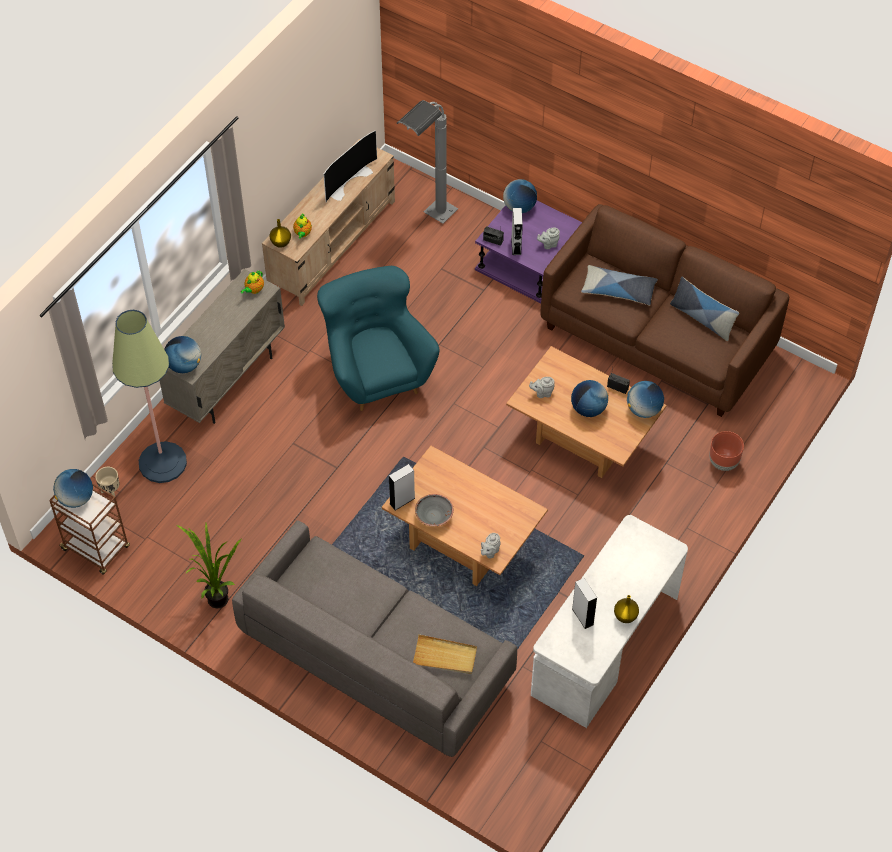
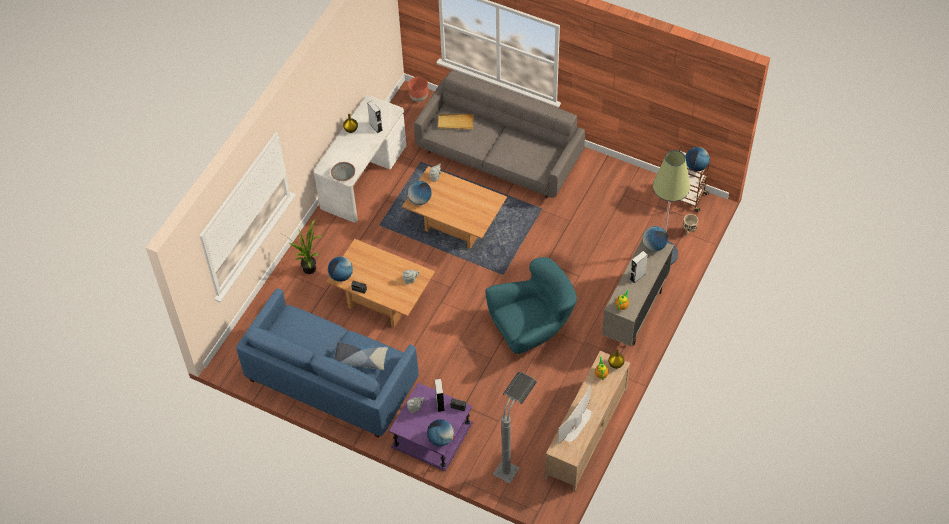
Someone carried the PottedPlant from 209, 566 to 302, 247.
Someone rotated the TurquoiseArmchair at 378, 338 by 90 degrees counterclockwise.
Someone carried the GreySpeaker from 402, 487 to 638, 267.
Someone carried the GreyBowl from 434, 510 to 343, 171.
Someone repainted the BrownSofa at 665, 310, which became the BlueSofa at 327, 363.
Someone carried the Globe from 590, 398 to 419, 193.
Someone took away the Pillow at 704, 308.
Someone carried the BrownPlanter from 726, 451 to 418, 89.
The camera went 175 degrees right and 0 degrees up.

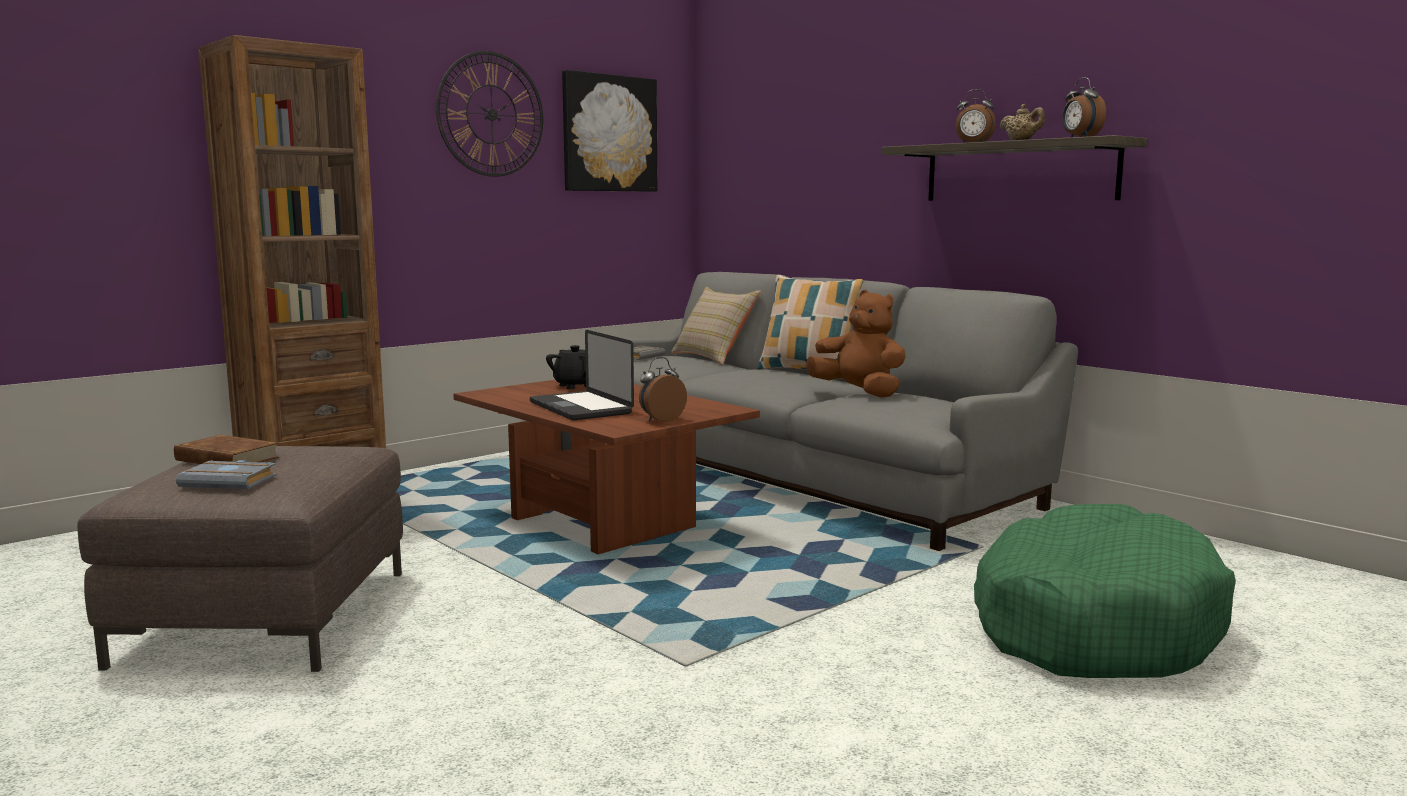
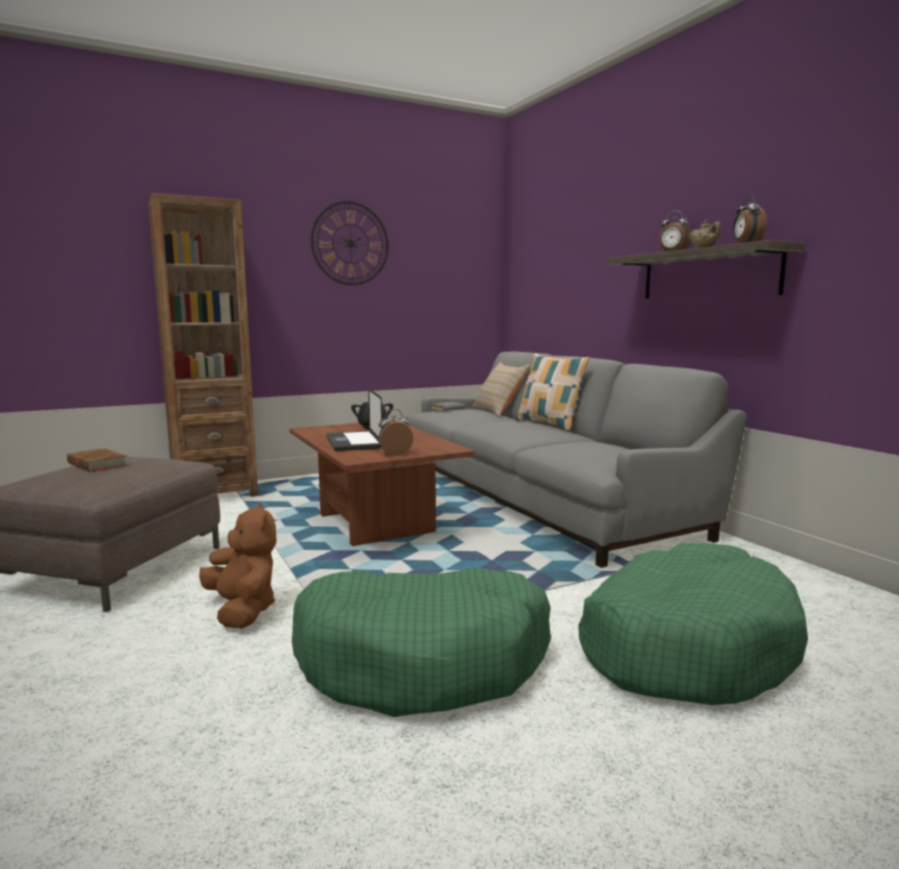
Someone took away the GreyBook at 226, 474.
Someone took away the Picture at 610, 131.
Someone carried the BrownPlushToy from 856, 344 to 238, 565.
Someone put down the GreenDogBed at 421, 642.
The camera went 15 degrees right and 0 degrees up.

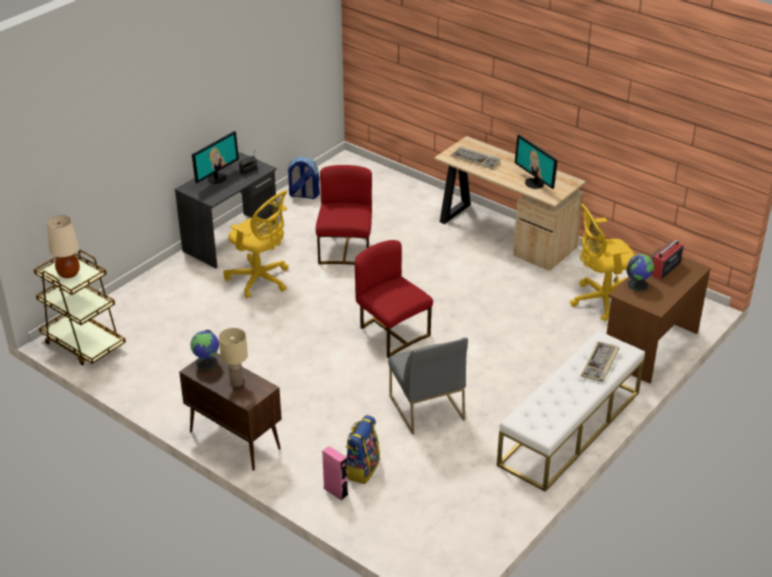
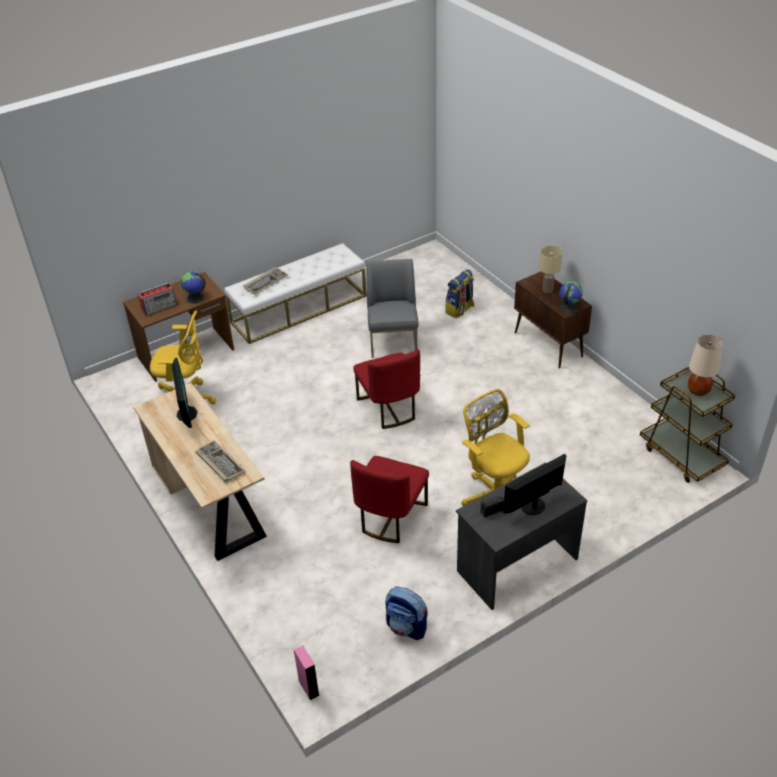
Someone carried the PinkSpeaker from 335, 473 to 306, 673.
The camera went 160 degrees left and 5 degrees up.

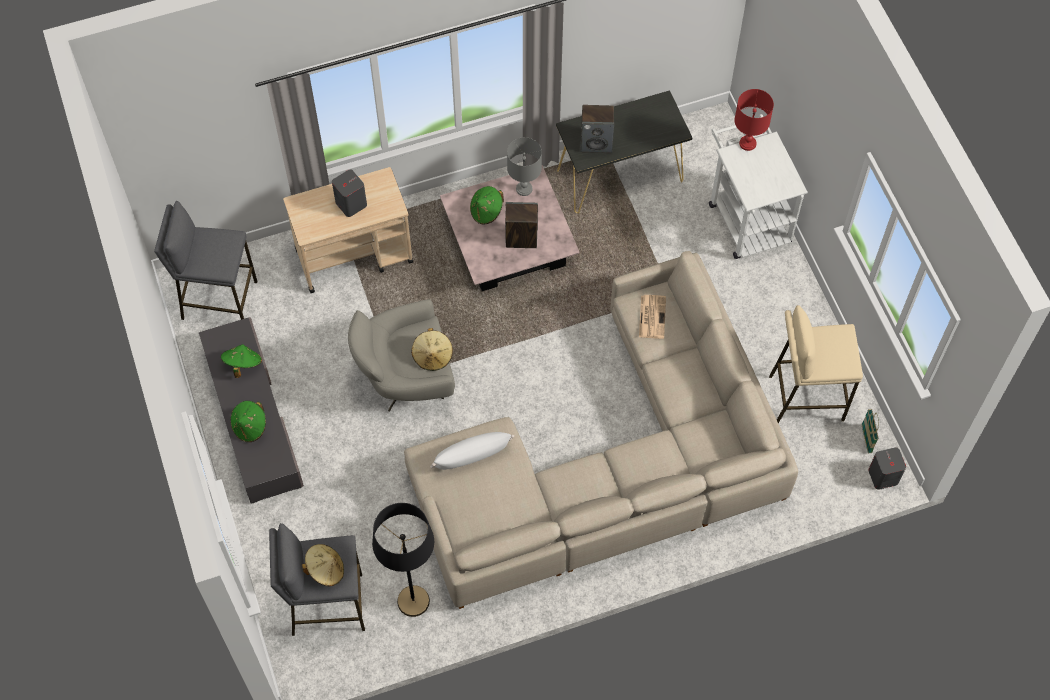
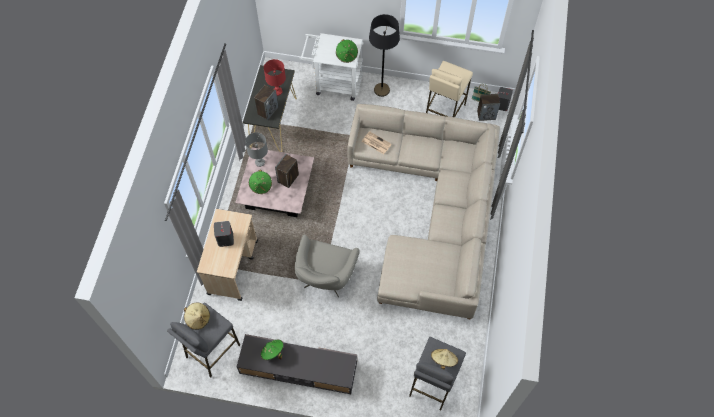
Someone carried the GreenHat from 248, 421 to 347, 51.
Someone carried the BlackFloorLamp from 403, 560 to 384, 55.
Someone carried the BeigeHat from 432, 349 to 197, 316.
Someone took away the WhitePillow at 472, 451.
Someone carried the RedTableLamp from 754, 120 to 275, 77.
Someone put down the Speaker at 488, 107.
The camera went 60 degrees left and 0 degrees up.

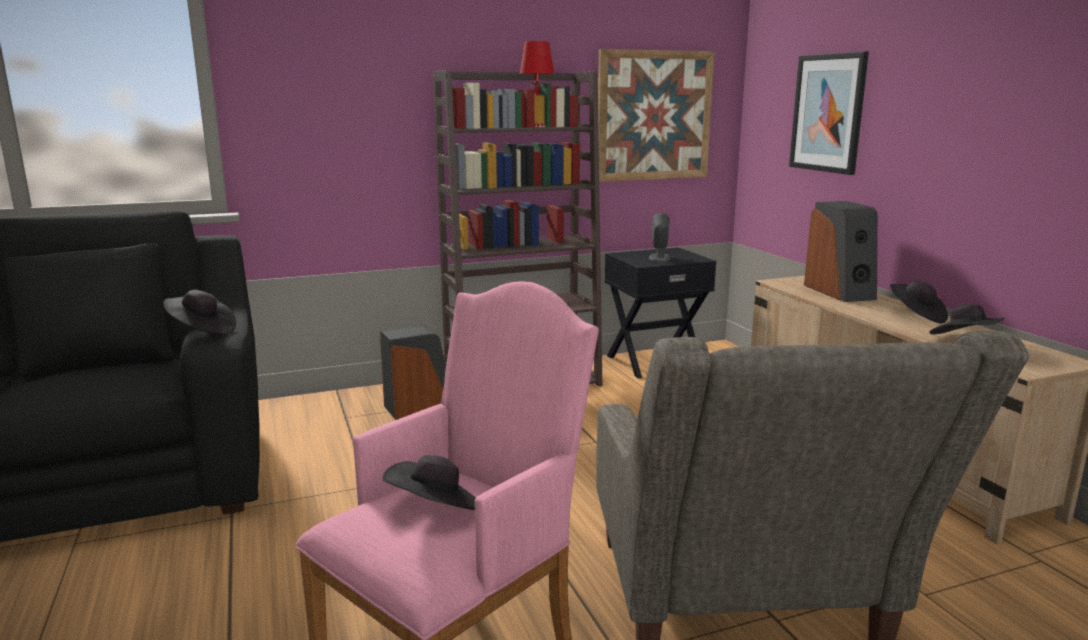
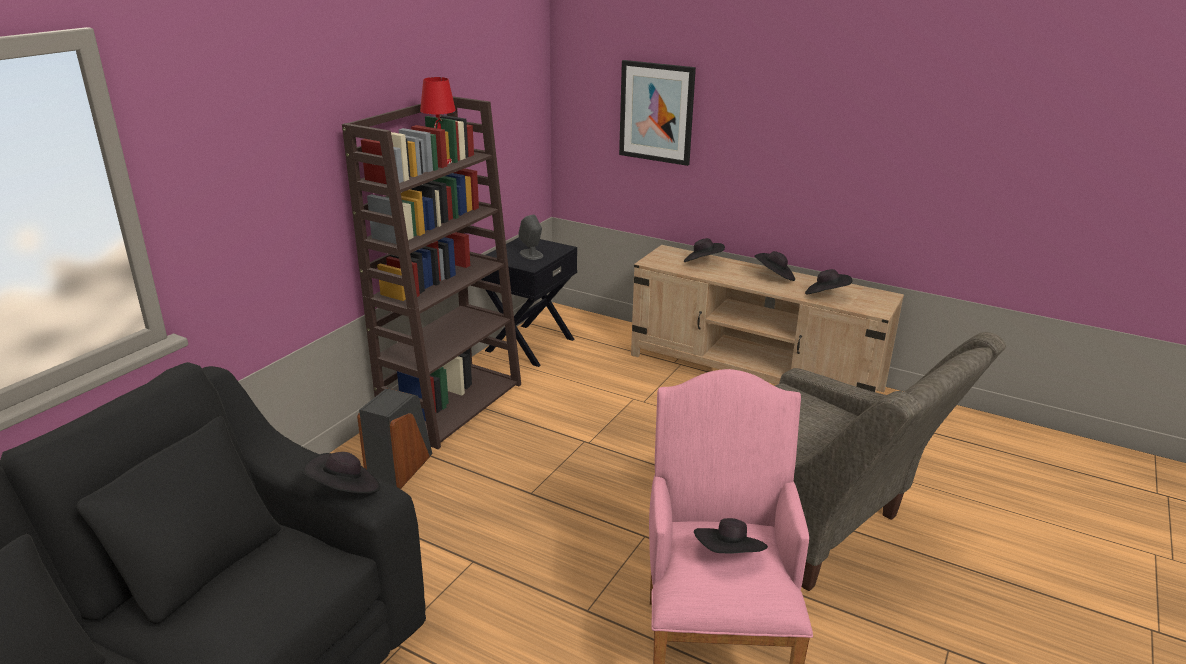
Someone took away the Picture at 656, 115.
Someone swapped the Speaker at 841, 251 for the BlackHat at 704, 250.
The camera went 40 degrees left and 10 degrees up.

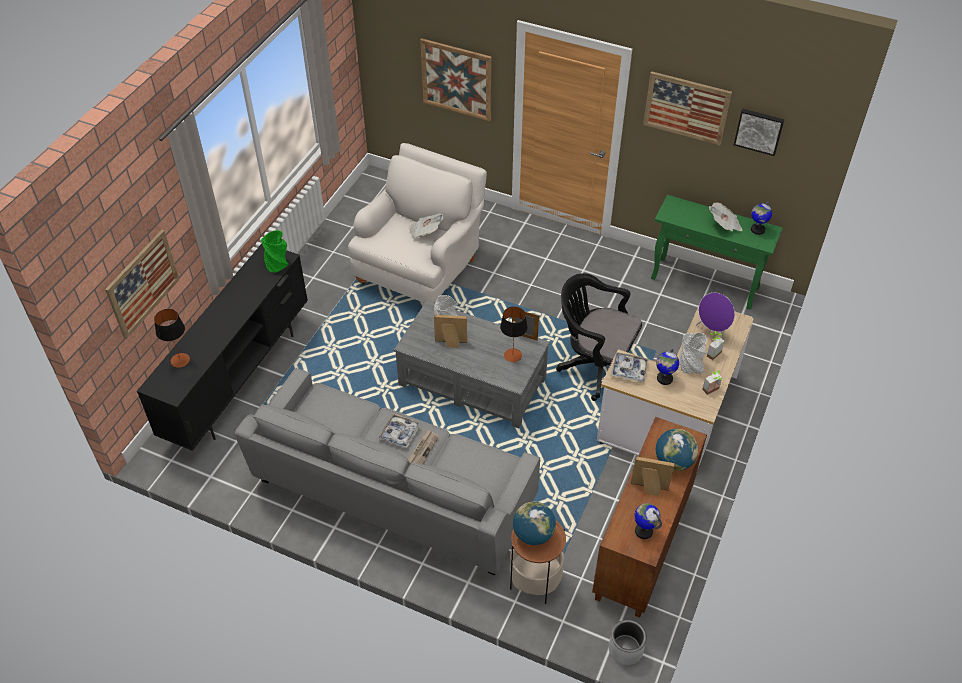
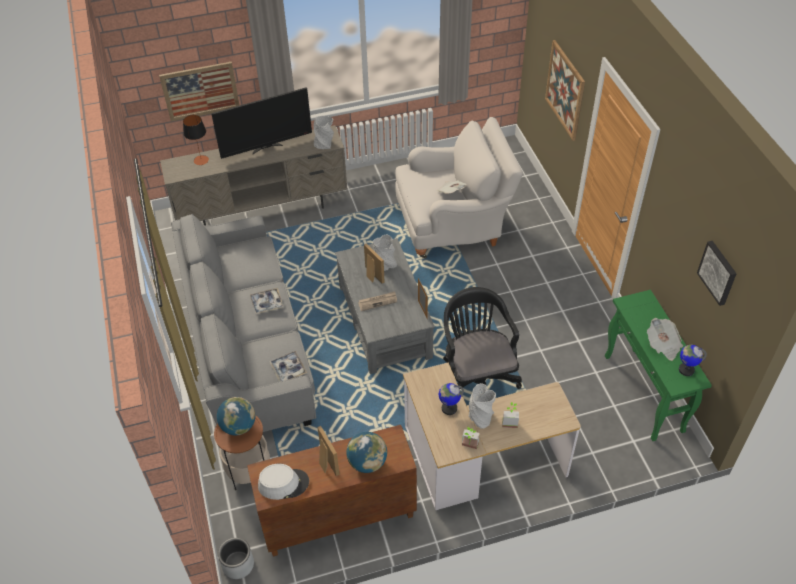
Someone repainted the BlackTvStand at 222, 347, which became the BeigeTvStand at 254, 175.
Someone repainted the GreenVase at 275, 251, which became the GreyVase at 324, 132.
Someone carried the Newspaper from 423, 446 to 377, 301.
Someone took away the TableLamp at 514, 334.
Someone carried the Tray from 630, 367 to 288, 366.
Someone swapped the Globe at 648, 521 for the WhiteHat at 283, 482.
Someone took away the Picture at 687, 108.
Someone took away the PurpleSpeaker at 715, 318.
Someone put down the Television at 261, 123.
The camera went 50 degrees right and 0 degrees up.

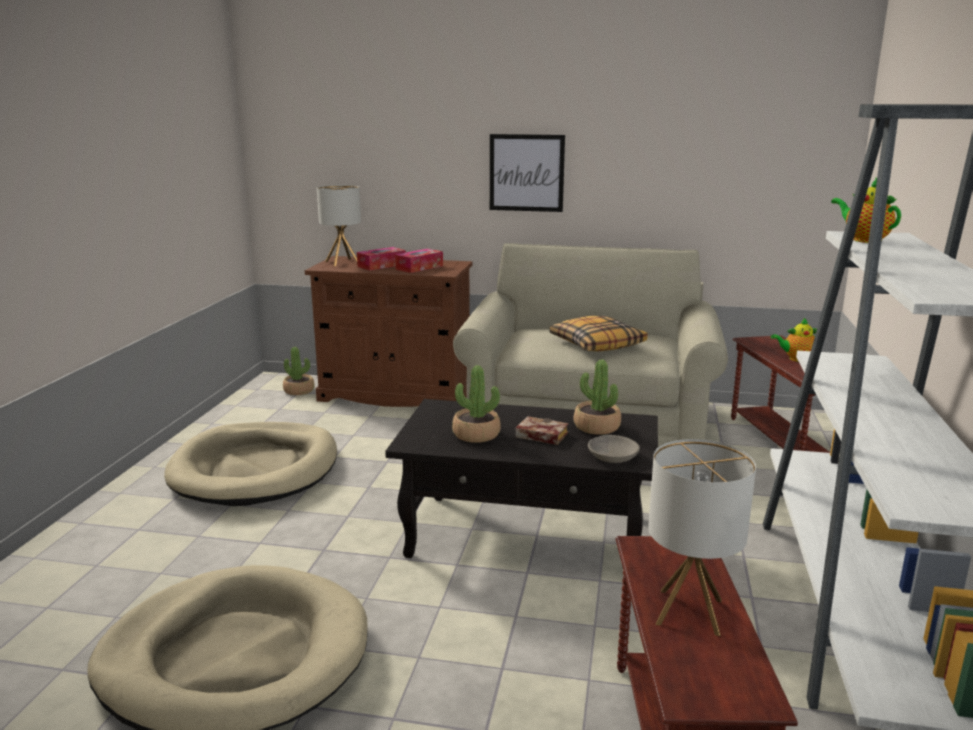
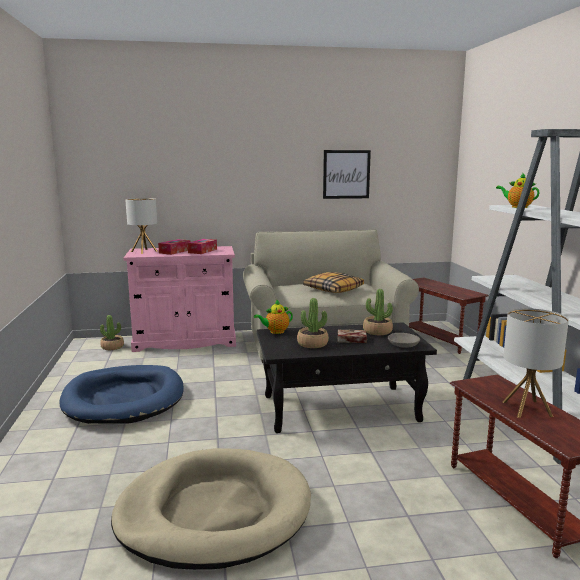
Someone repainted the BeigeDogBed at 250, 464, which became the BlueDogBed at 121, 394.
Someone repainted the BrownCabinet at 389, 331, which became the PinkCabinet at 180, 299.
Someone carried the Picture from 527, 173 to 347, 174.
Someone carried the Teapot from 794, 340 to 273, 316.
The camera went 20 degrees left and 5 degrees down.

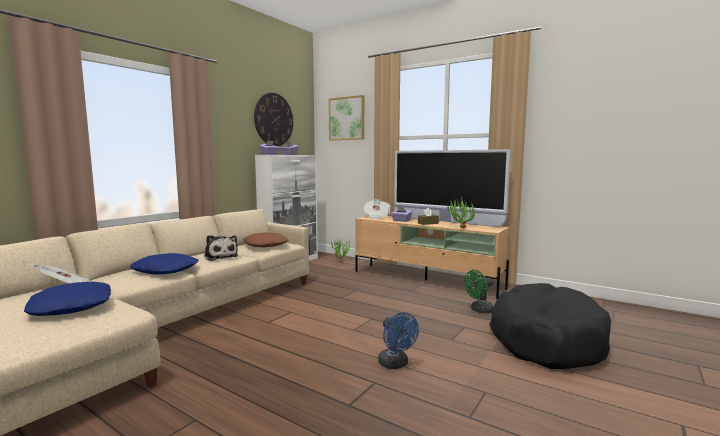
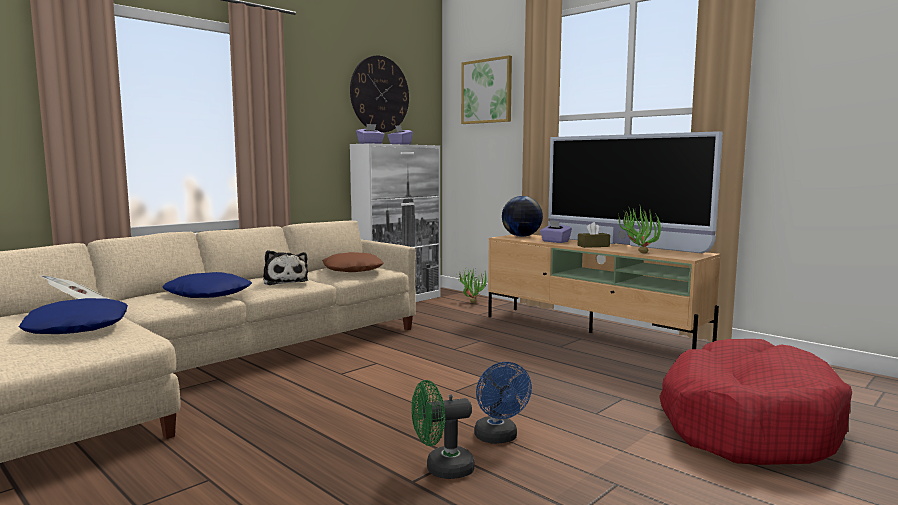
Someone swapped the Newspaper at 377, 209 for the Globe at 522, 216.
Someone carried the GreenFan from 479, 291 to 443, 429.
Someone repainted the BlackDogBed at 550, 326, which became the RedDogBed at 755, 402.
The camera went 10 degrees right and 0 degrees up.

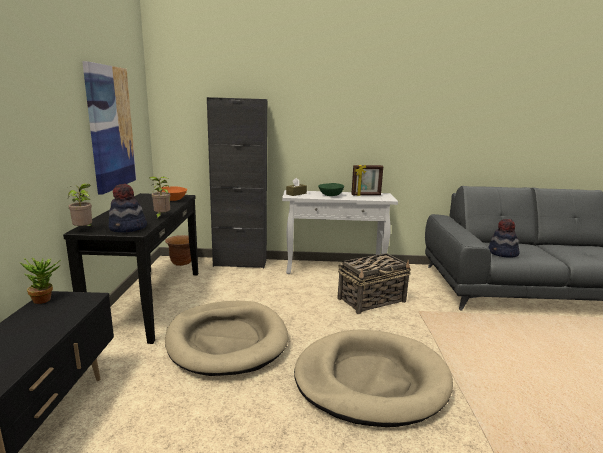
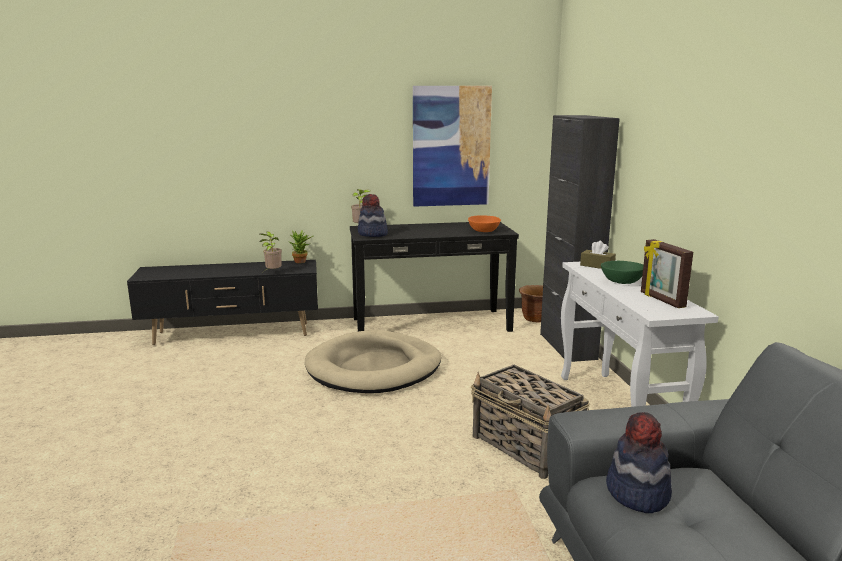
Someone carried the PottedPlant from 159, 197 to 271, 251.
Someone took away the BeigeDogBed at 373, 378.
The camera went 80 degrees right and 0 degrees up.

